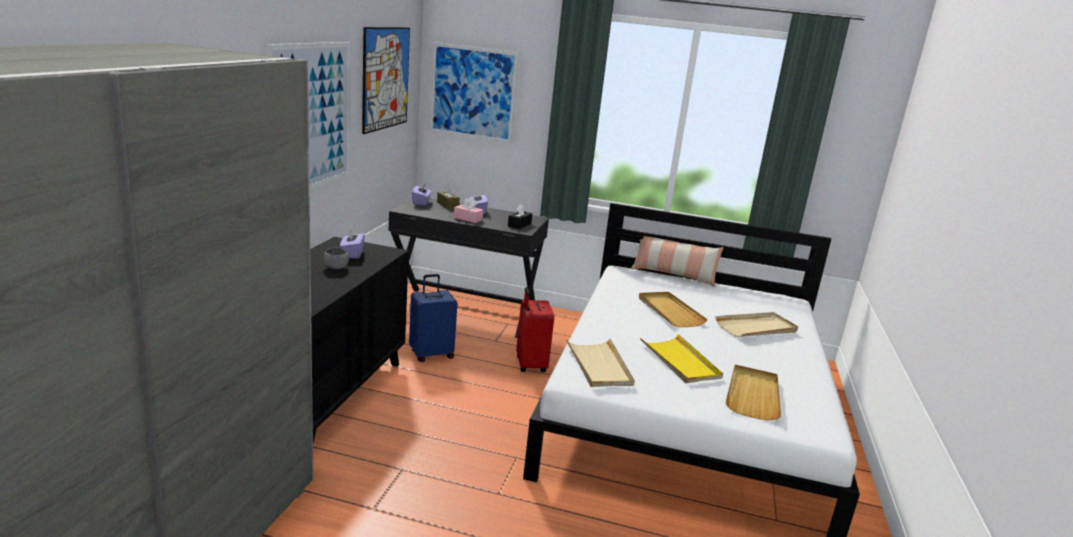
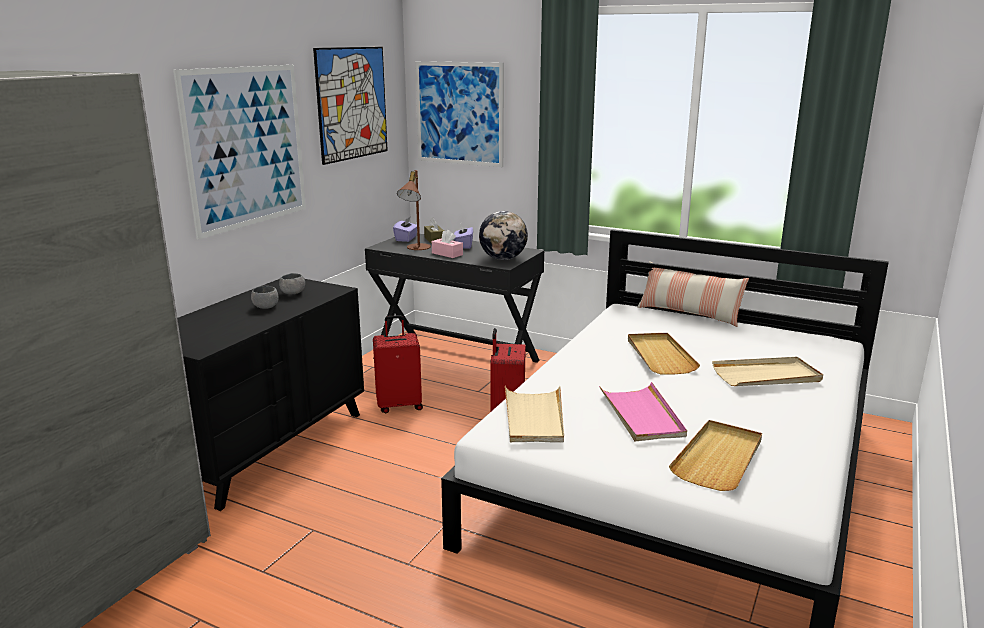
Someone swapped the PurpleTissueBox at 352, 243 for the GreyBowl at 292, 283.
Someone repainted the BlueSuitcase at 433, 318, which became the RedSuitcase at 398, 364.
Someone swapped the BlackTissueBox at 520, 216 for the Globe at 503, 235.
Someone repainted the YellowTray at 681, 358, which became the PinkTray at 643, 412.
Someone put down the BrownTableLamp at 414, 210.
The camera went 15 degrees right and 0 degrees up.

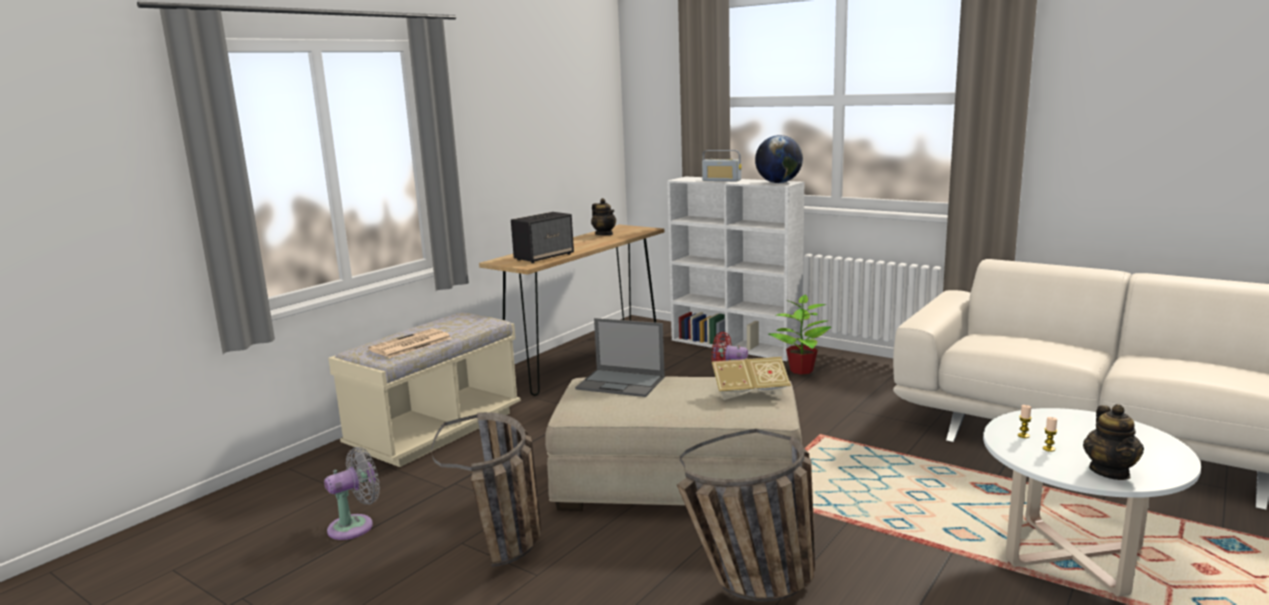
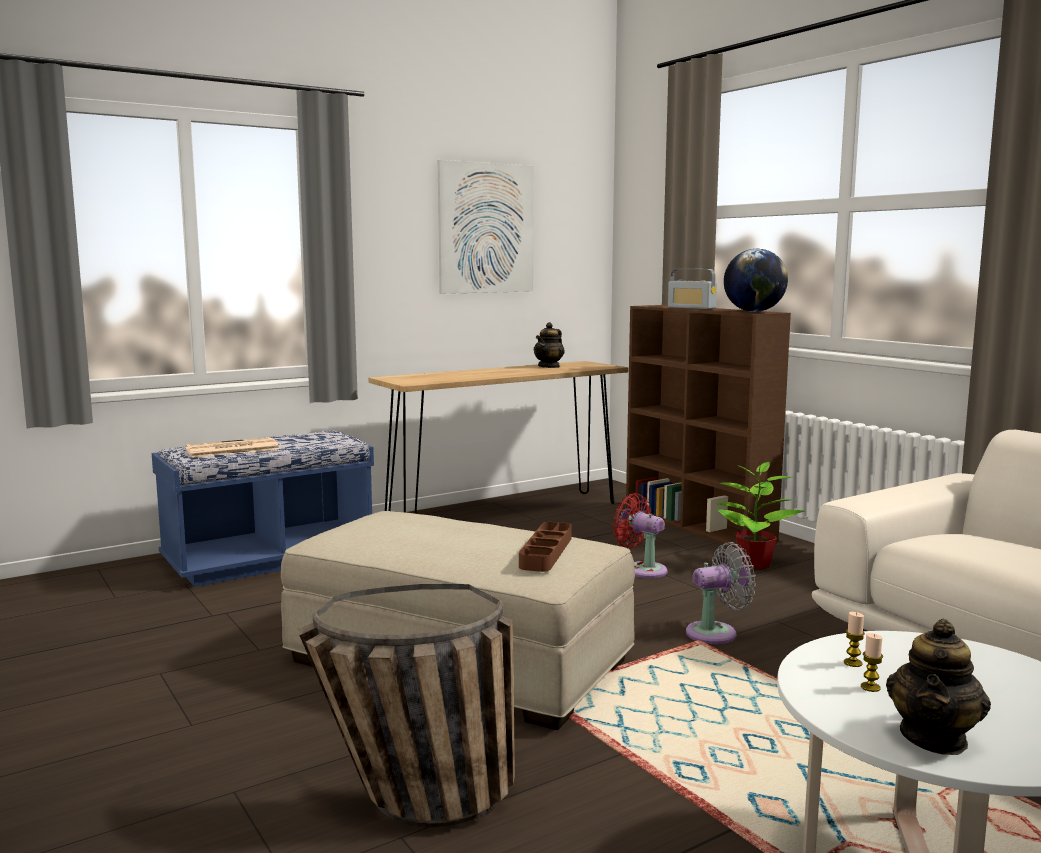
Someone carried the GreyFan from 352, 493 to 721, 593.
Someone repainted the BeigeBench at 424, 389, which became the BlueBench at 263, 508.
Someone took away the Basket at 486, 489.
Someone took away the Speaker at 542, 237.
Someone took away the Laptop at 620, 357.
Someone rotated the Teapot at 603, 216 by 45 degrees clockwise.
Someone repainted the WhiteBookcase at 735, 269, which became the BrownBookcase at 708, 427.
Someone swapped the Book at 751, 378 for the BrownTray at 545, 547.
Someone put up the Picture at 485, 227.
The camera went 20 degrees right and 5 degrees down.

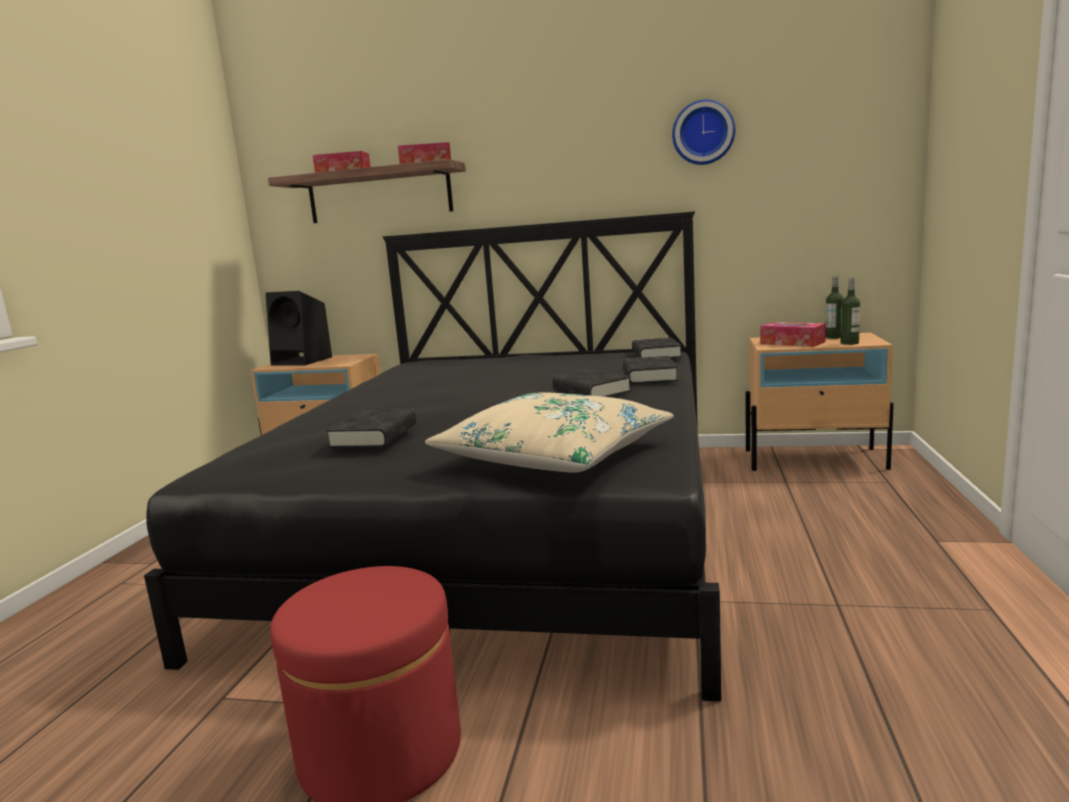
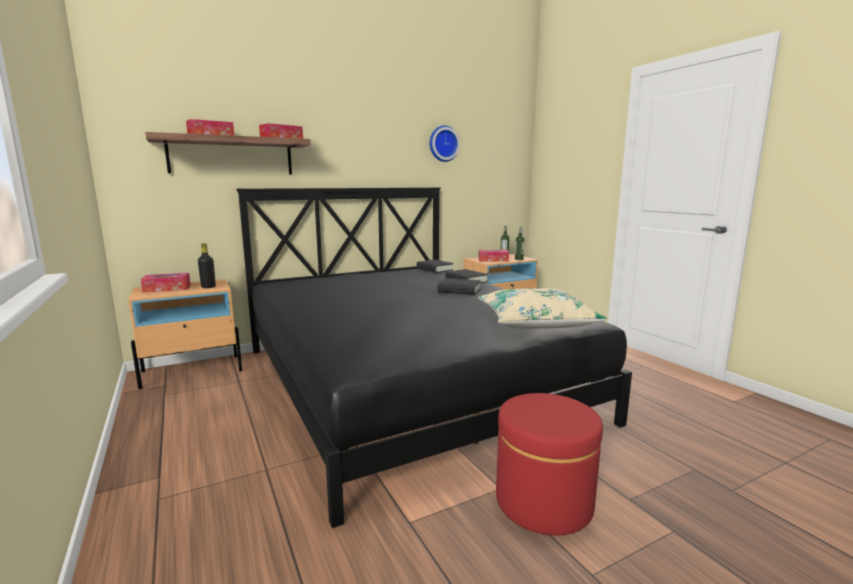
Someone swapped the BlackSpeaker at 299, 328 for the TissueBox at 166, 282.
Someone took away the BlackBook at 371, 428.
Someone put down the BlackBottle at 207, 265.
The camera went 40 degrees left and 0 degrees up.

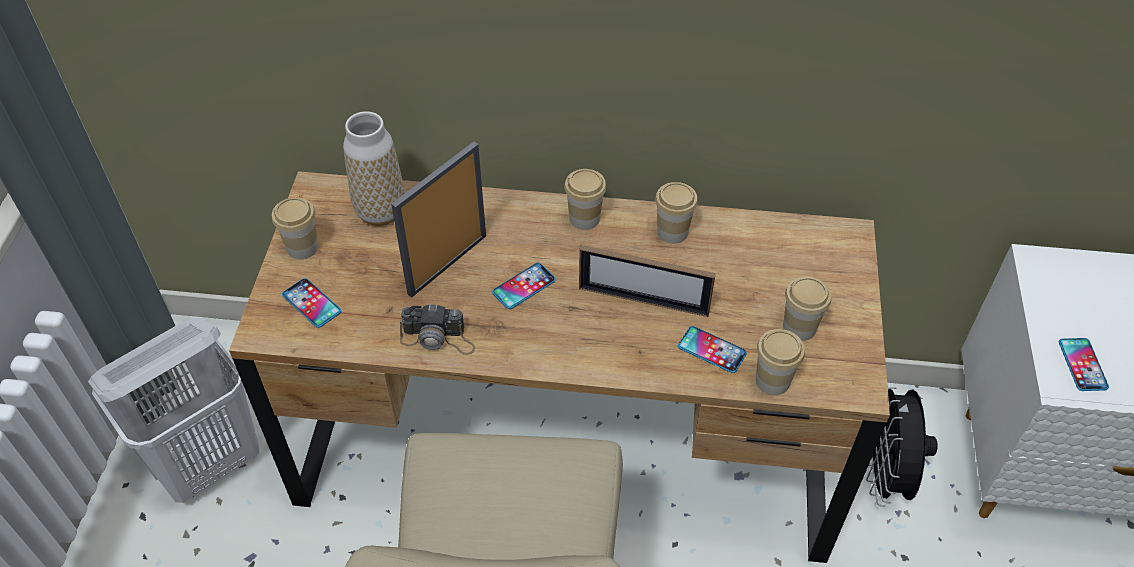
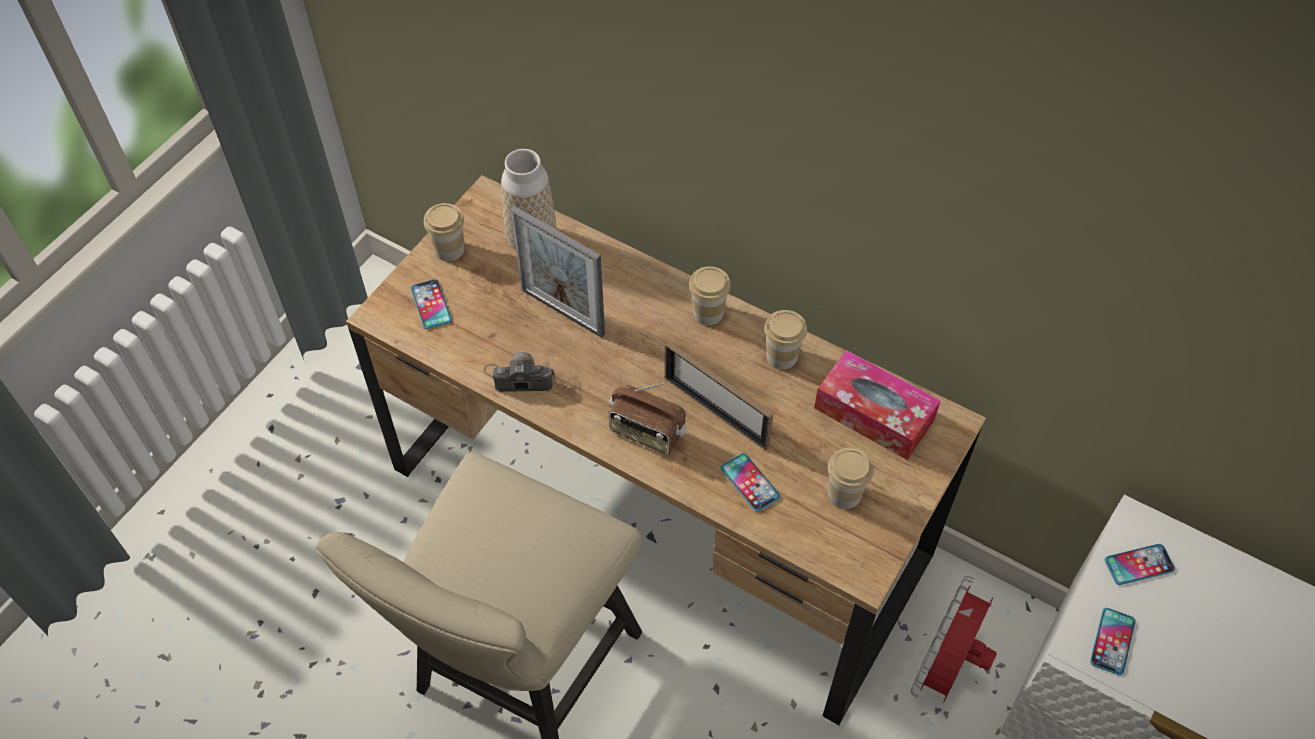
Someone took away the WhiteLaundryBasket at 173, 410.
Someone rotated the PictureFrame at 438, 220 by 120 degrees counterclockwise.
Someone rotated the PhotoCamera at 437, 329 by 150 degrees clockwise.
Someone carried the Phone from 524, 286 to 1140, 564.
Someone took away the Cup at 780, 362.
Someone repainted the BlackFan at 901, 447, which became the RedFan at 954, 639.
Someone put down the Radio at 648, 419.
Someone put down the TissueBox at 877, 405.
The camera went 25 degrees right and 5 degrees up.

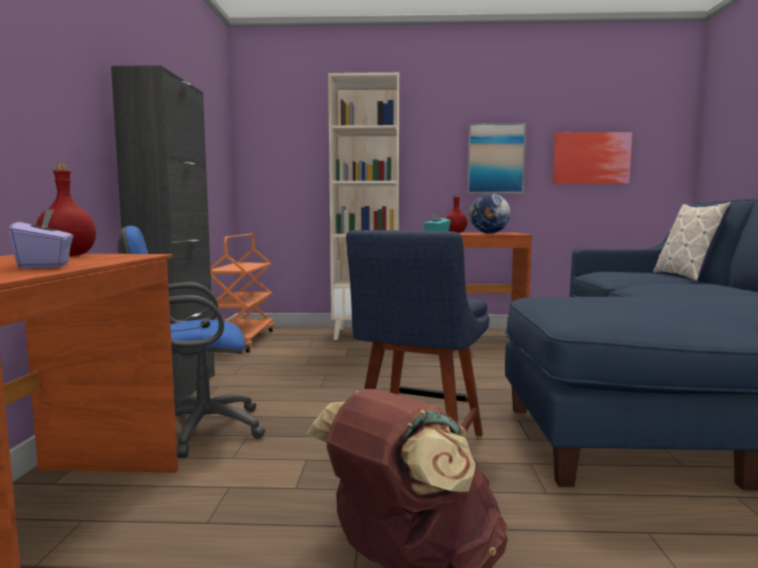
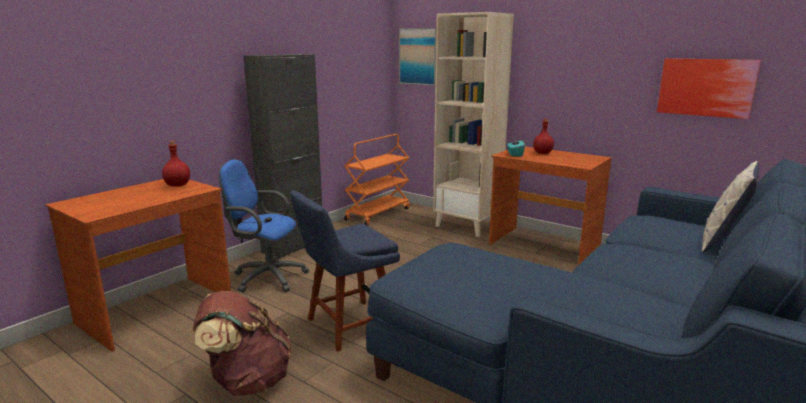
Someone took away the PurpleTissueBox at 41, 238.
Someone carried the Picture from 496, 158 to 417, 57.
Someone took away the Globe at 489, 213.
The camera went 35 degrees right and 10 degrees up.

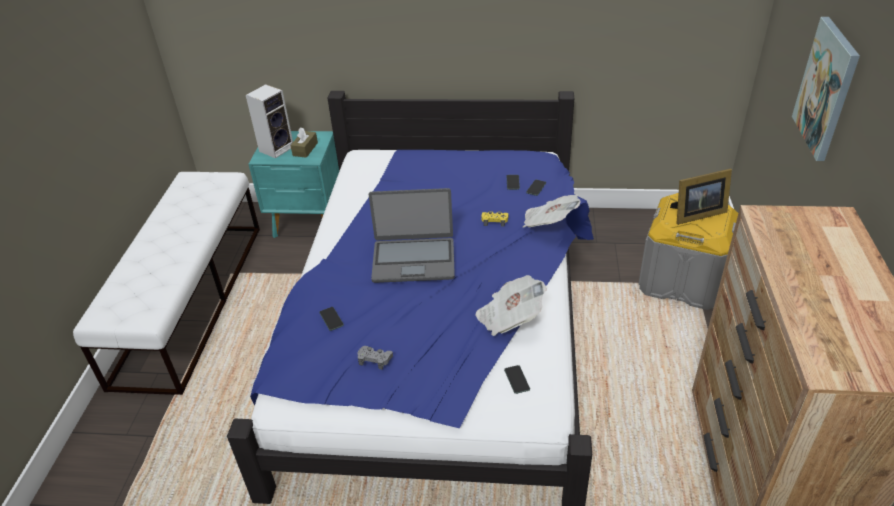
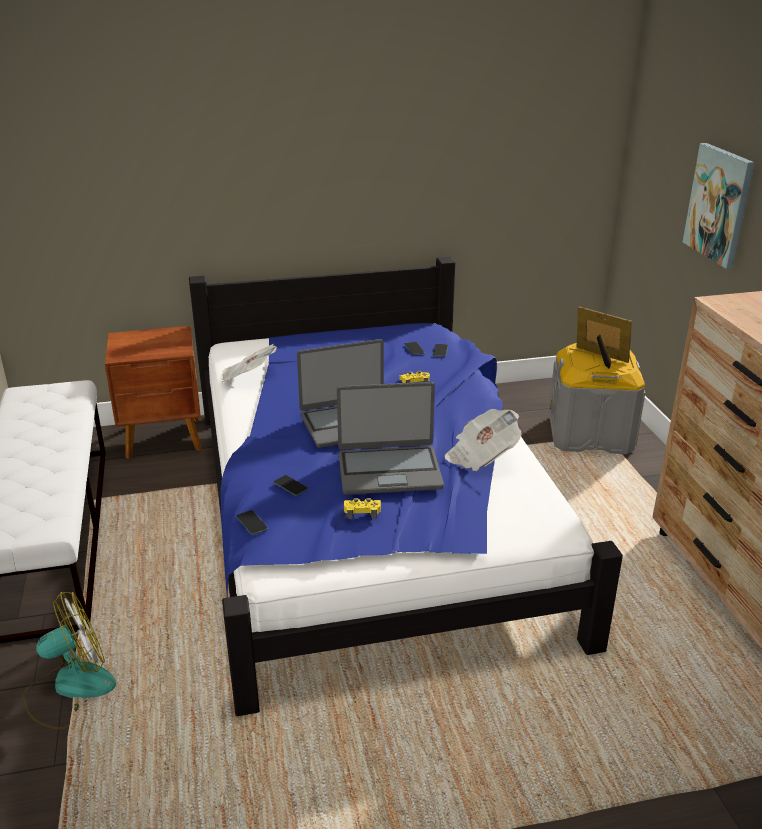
Someone took away the Speaker at 269, 121.
Someone repainted the TurquoiseNightstand at 294, 184, which became the BrownNightstand at 153, 392.
Someone took away the BrownTissueBox at 304, 142.
Someone repainted the GreyGameController at 375, 358, which became the YellowGameController at 362, 508.
Someone carried the Phone from 517, 379 to 252, 522.
Someone carried the Newspaper from 552, 211 to 249, 363.
Someone rotated the PictureFrame at 701, 196 by 105 degrees counterclockwise.
Someone put down the Fan at 69, 661.
Someone put down the Laptop at 390, 438.
The camera went 20 degrees left and 10 degrees down.

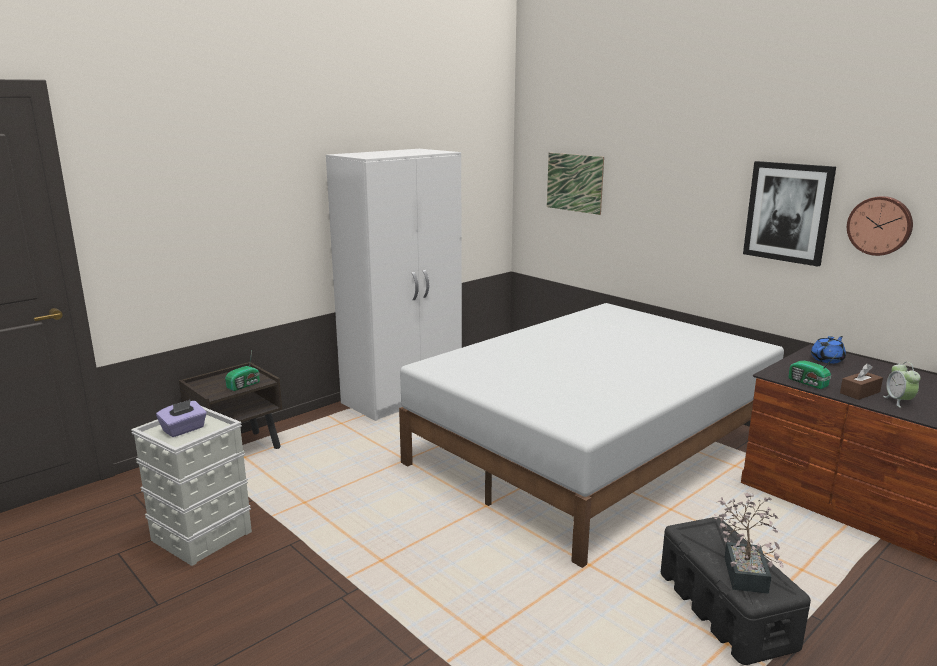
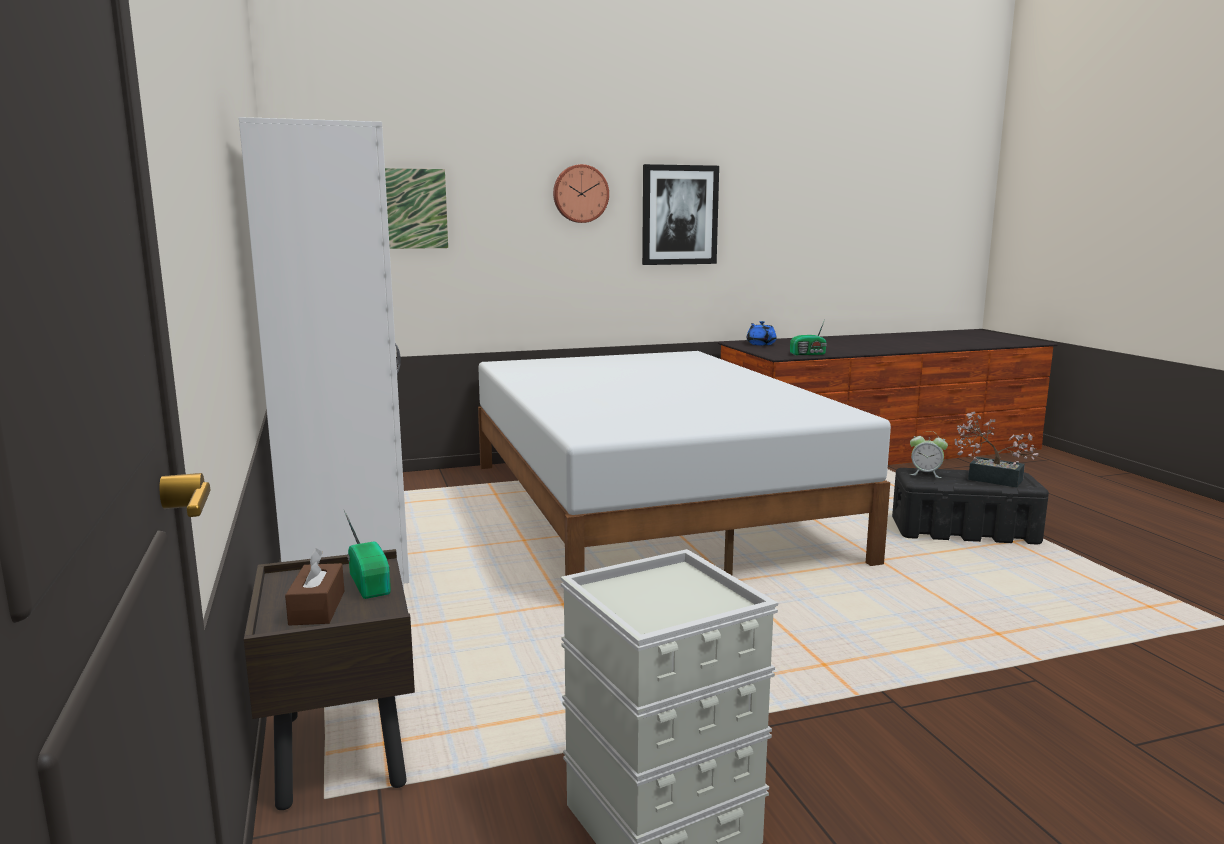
Someone took away the PurpleTissueBox at 181, 418.
Someone carried the BrownTissueBox from 861, 381 to 315, 587.
Someone carried the WallClock from 880, 226 to 581, 193.
Someone carried the AlarmClock from 902, 385 to 929, 454.
The camera went 65 degrees left and 5 degrees down.

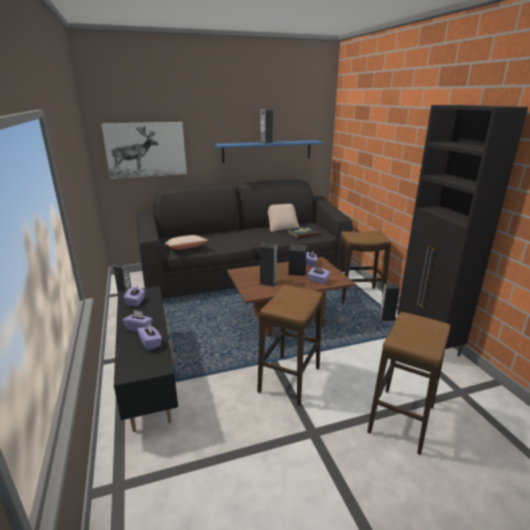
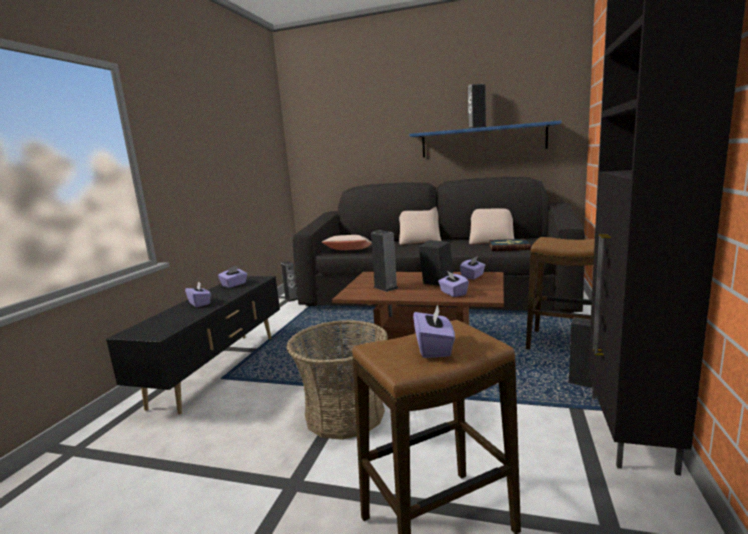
Someone took away the Picture at 144, 150.
Someone carried the PurpleTissueBox from 149, 337 to 434, 331.
Someone swapped the Stool at 290, 345 for the Basket at 337, 380.
Someone put down the BeigePillow at 420, 226.
The camera went 35 degrees right and 10 degrees down.

